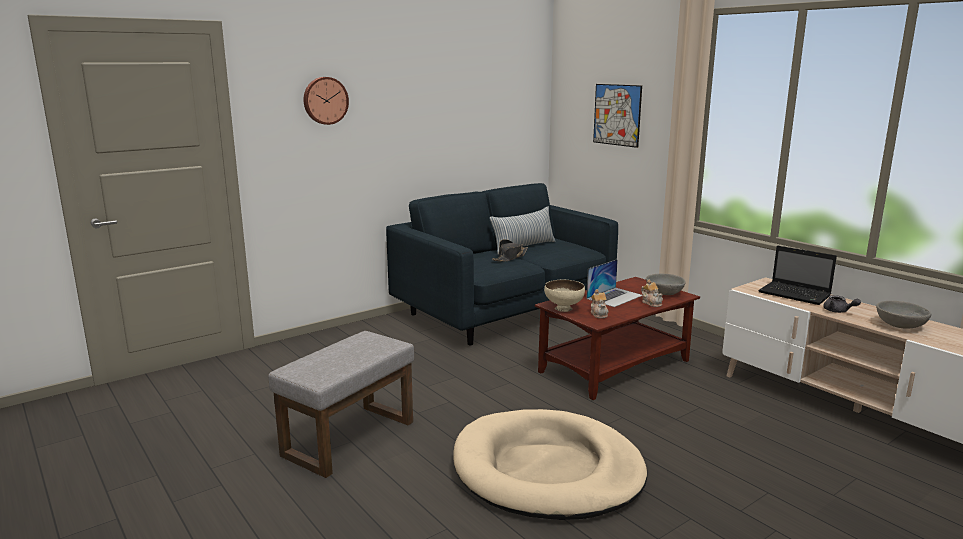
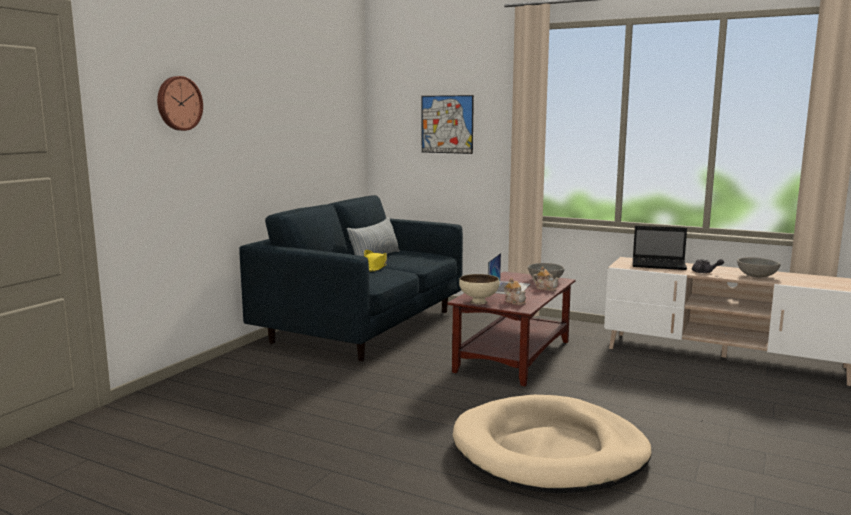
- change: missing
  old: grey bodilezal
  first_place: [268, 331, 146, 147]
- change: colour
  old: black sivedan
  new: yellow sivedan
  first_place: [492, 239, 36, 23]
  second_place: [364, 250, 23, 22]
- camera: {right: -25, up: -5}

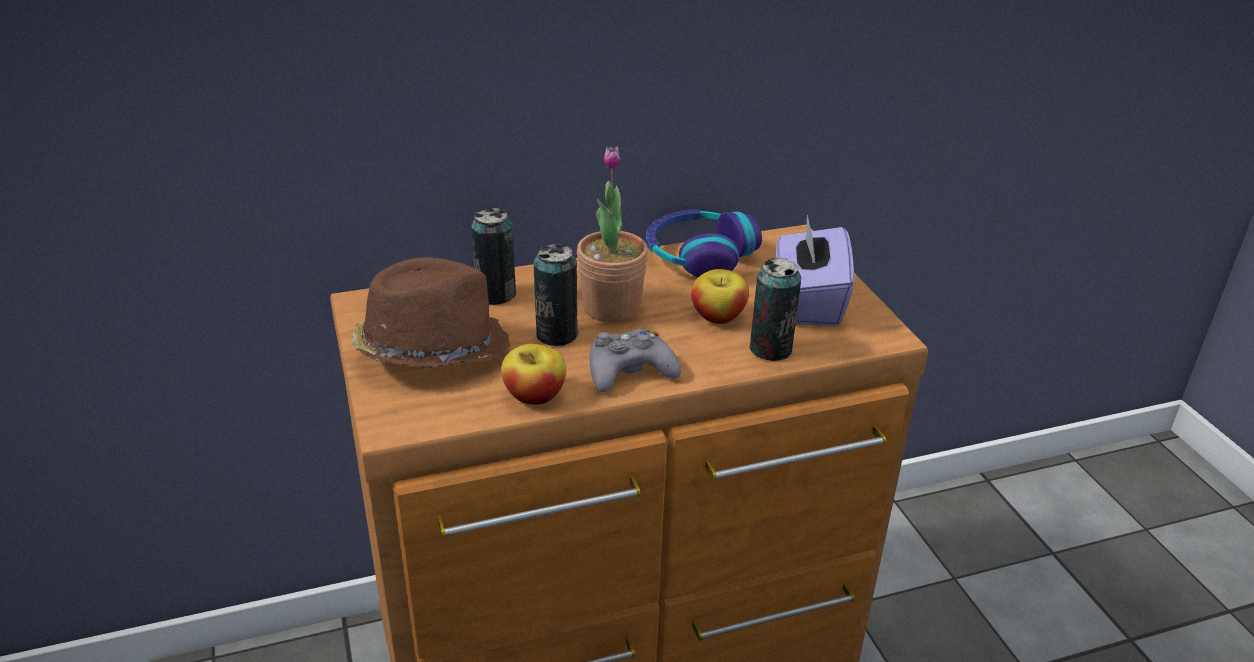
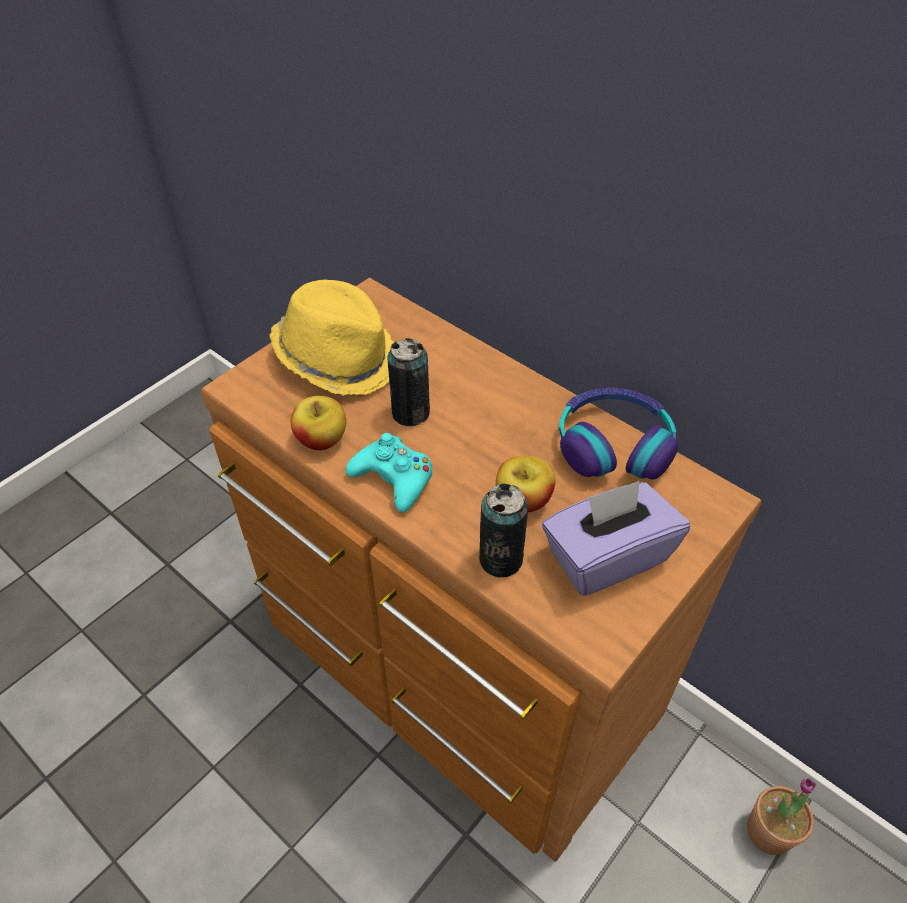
- change: missing
  old: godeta
  first_place: [471, 208, 45, 97]
- change: relocated
  old: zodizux
  first_place: [577, 146, 71, 177]
  second_place: [747, 778, 69, 77]
- change: colour
  old: brown sivedan
  new: yellow sivedan
  first_place: [351, 257, 159, 112]
  second_place: [270, 280, 124, 116]
- change: colour
  old: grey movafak
  new: turquoise movafak
  first_place: [589, 328, 92, 64]
  second_place: [346, 433, 86, 79]
- camera: {right: 60, up: 15}

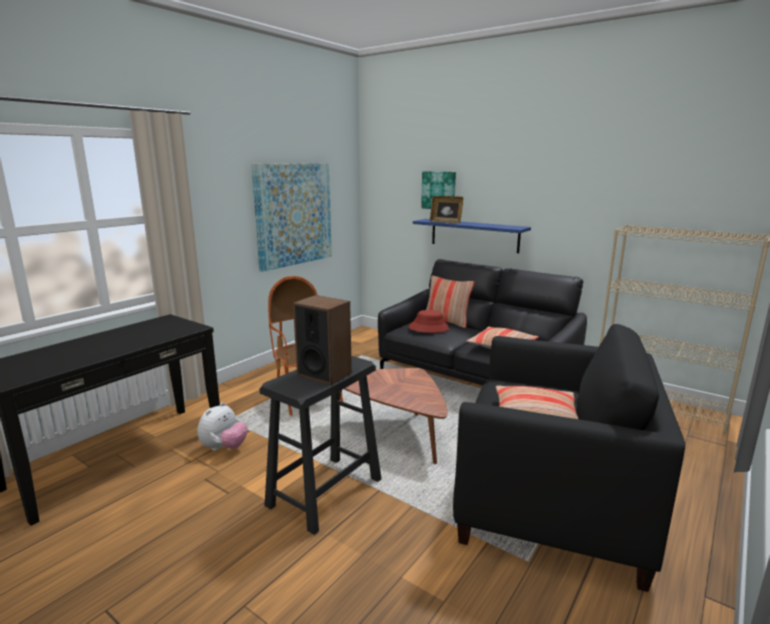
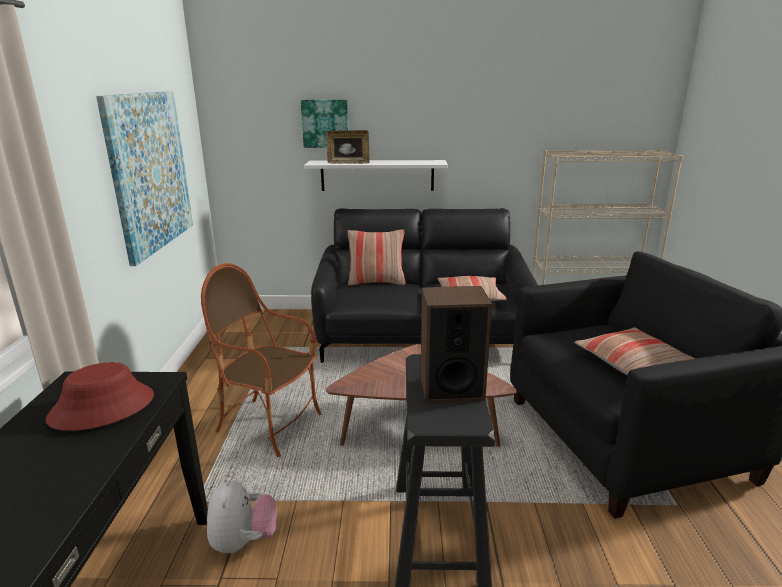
- change: relocated
  old: red sivedan
  first_place: [408, 310, 41, 23]
  second_place: [45, 362, 109, 69]
- change: colour
  old: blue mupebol
  new: white mupebol
  first_place: [413, 219, 118, 34]
  second_place: [304, 160, 144, 31]
- camera: {right: -35, up: 5}

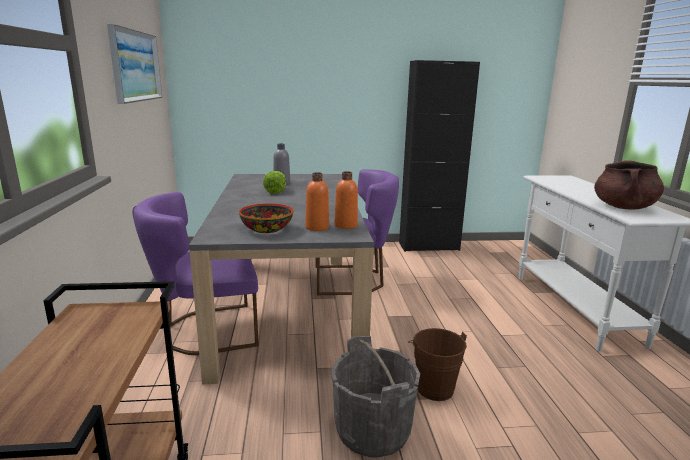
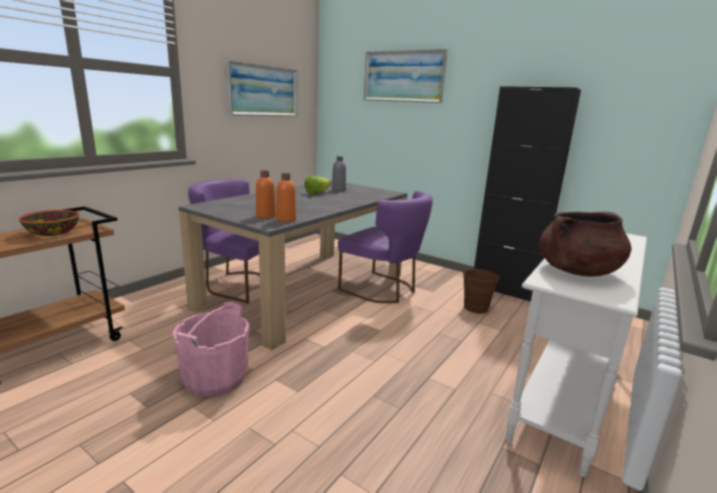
- change: appeared
  new: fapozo
  second_place: [364, 49, 84, 54]
- change: relocated
  old: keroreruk
  first_place: [239, 203, 54, 30]
  second_place: [19, 210, 60, 26]
- change: relocated
  old: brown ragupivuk
  first_place: [408, 328, 59, 73]
  second_place: [463, 268, 37, 45]
- change: colour
  old: grey ragupivuk
  new: pink ragupivuk
  first_place: [331, 336, 89, 122]
  second_place: [173, 302, 76, 95]
- camera: {right: 40, up: 0}

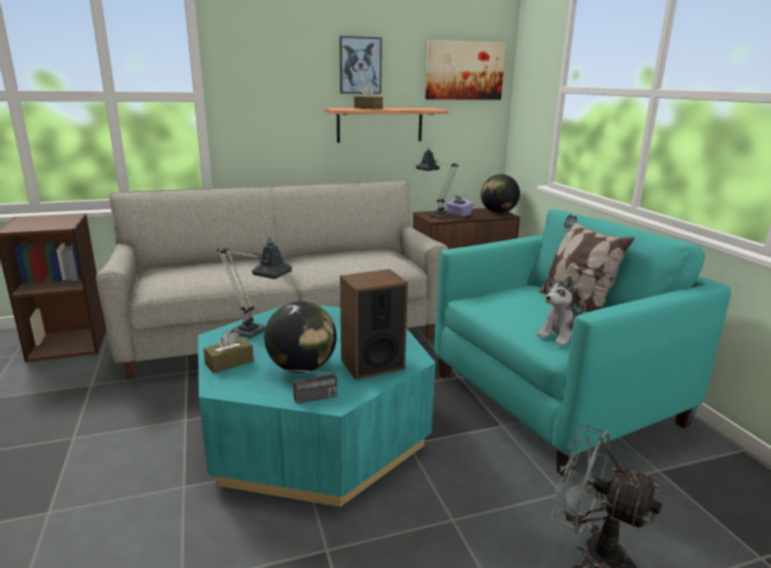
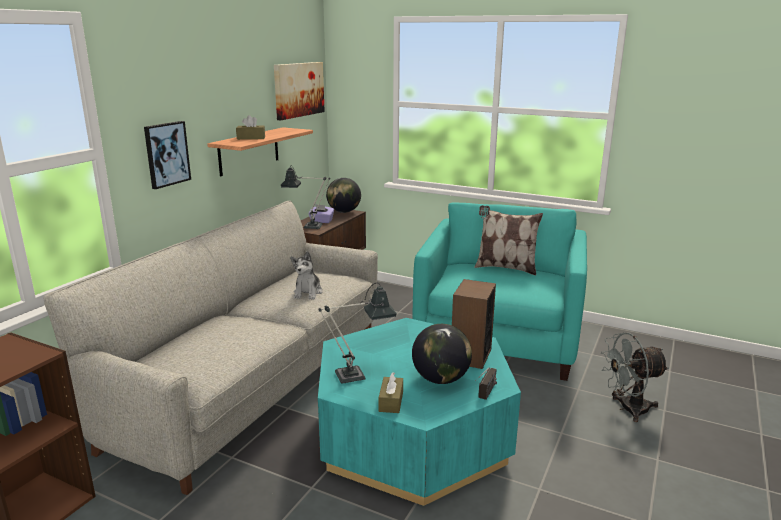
- change: relocated
  old: fapozo
  first_place: [339, 36, 43, 58]
  second_place: [144, 121, 47, 68]
- change: relocated
  old: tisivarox
  first_place: [537, 276, 48, 70]
  second_place: [290, 251, 33, 48]
- camera: {right: -45, up: 0}

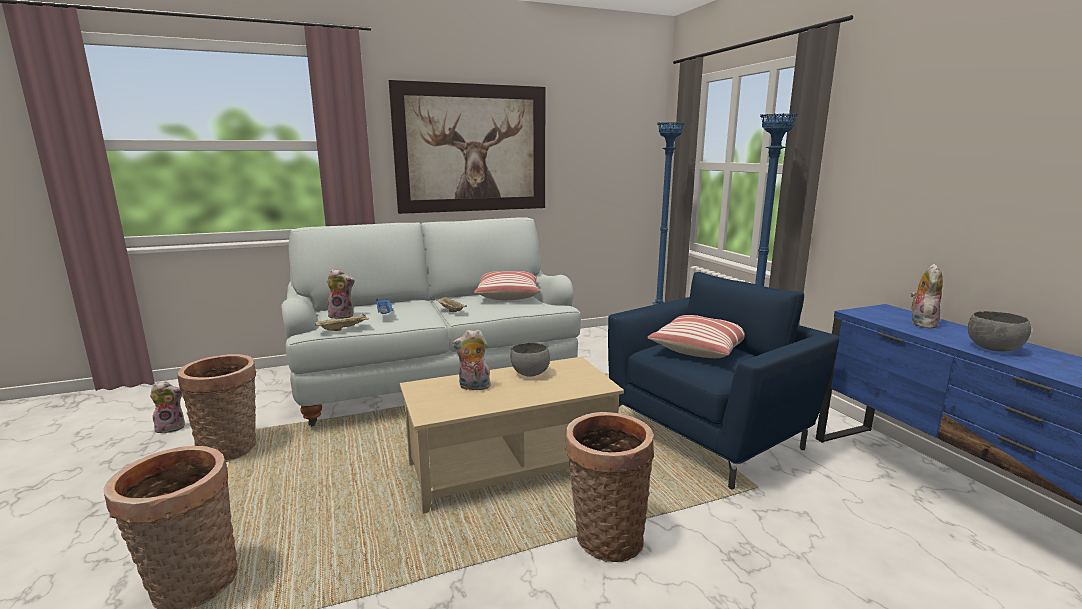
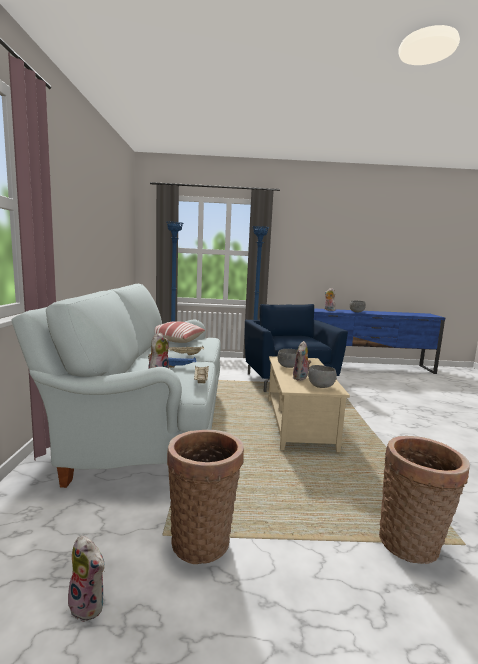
- change: missing
  old: fapozo
  first_place: [389, 80, 156, 134]
- change: missing
  old: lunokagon
  first_place: [565, 412, 89, 150]
- change: missing
  old: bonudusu
  first_place: [647, 315, 98, 43]
- change: appeared
  new: grey keroreruk
  second_place: [308, 365, 29, 23]
- change: spun
  old: tisivarox
  first_place: [150, 381, 35, 52]
  second_place: [68, 535, 37, 87]
  degrees: 120
- camera: {right: -70, up: -5}

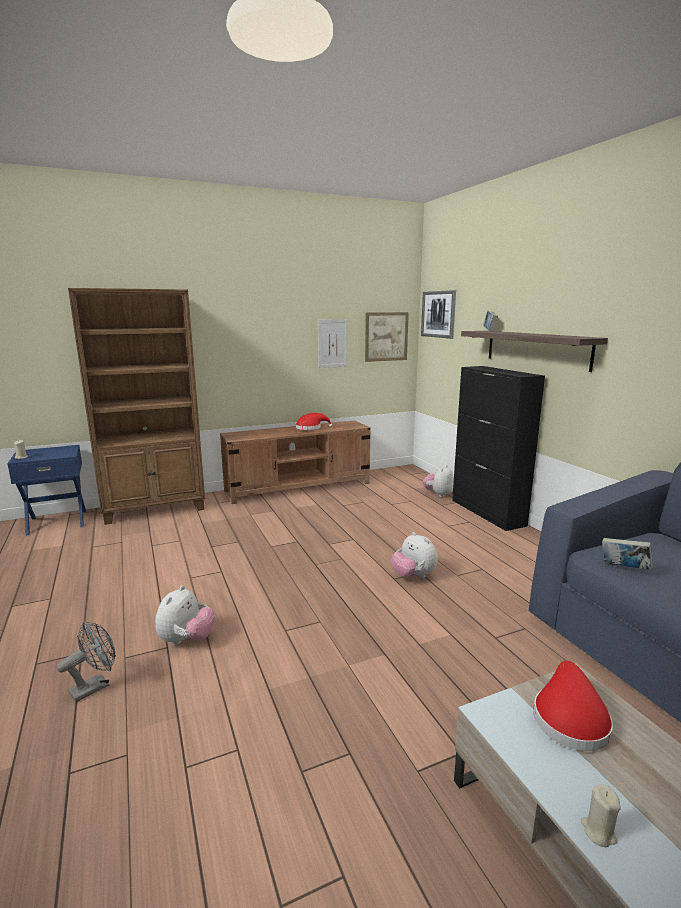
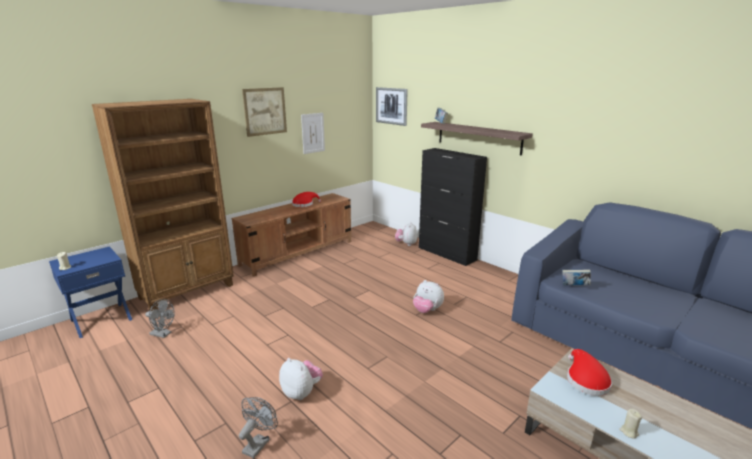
- change: appeared
  new: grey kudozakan
  second_place: [145, 299, 30, 39]
- change: relocated
  old: fapozo
  first_place: [365, 312, 44, 50]
  second_place: [242, 87, 45, 50]
- change: spun
  old: tisivarox
  first_place: [155, 585, 60, 60]
  second_place: [279, 358, 44, 42]
  degrees: -45
- camera: {right: -20, up: 5}

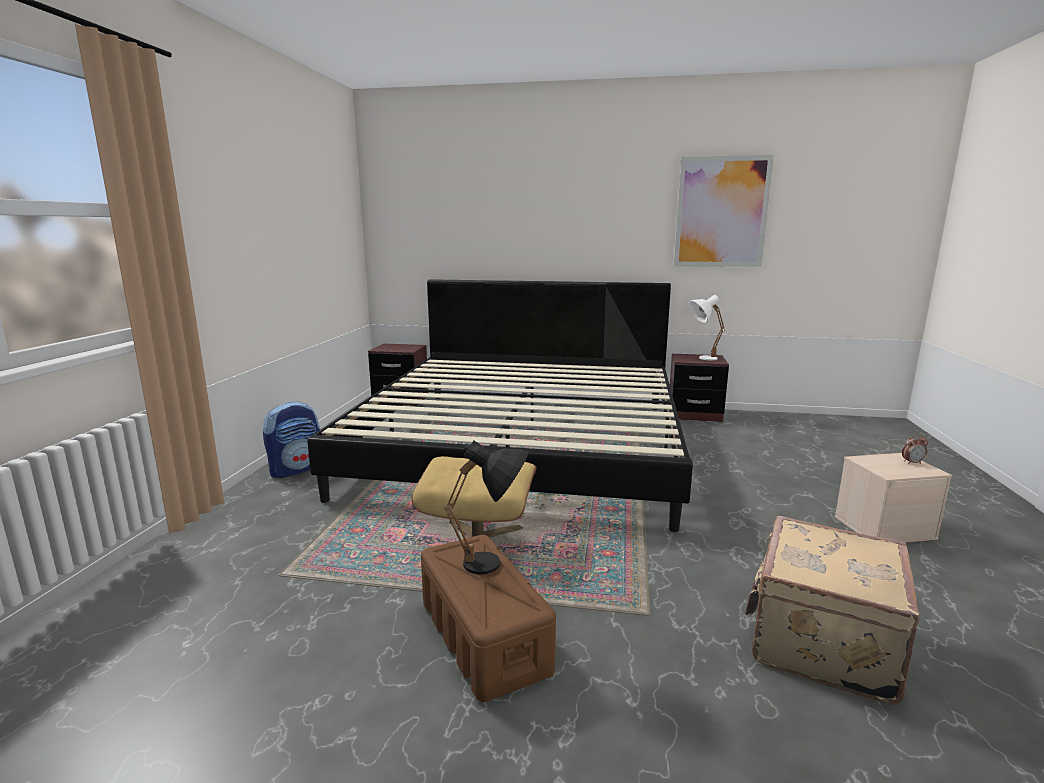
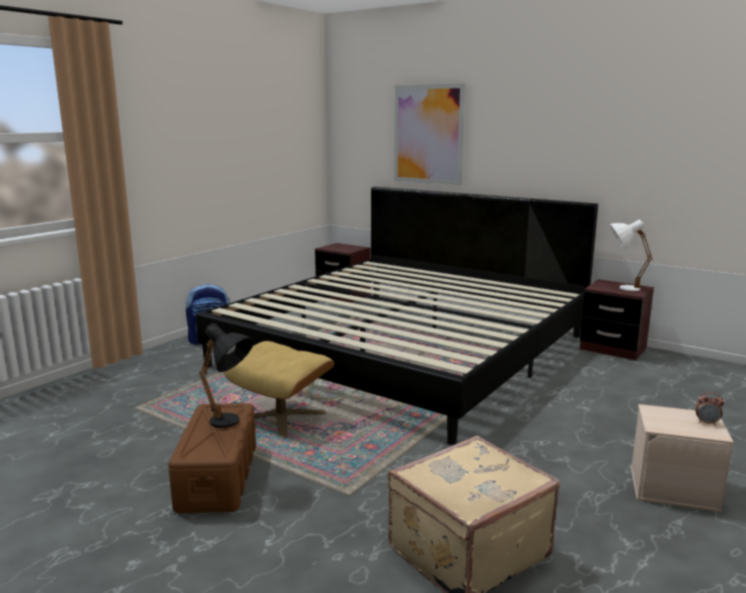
- change: relocated
  old: fapozo
  first_place: [674, 155, 100, 112]
  second_place: [394, 83, 72, 102]
- camera: {right: 25, up: 0}

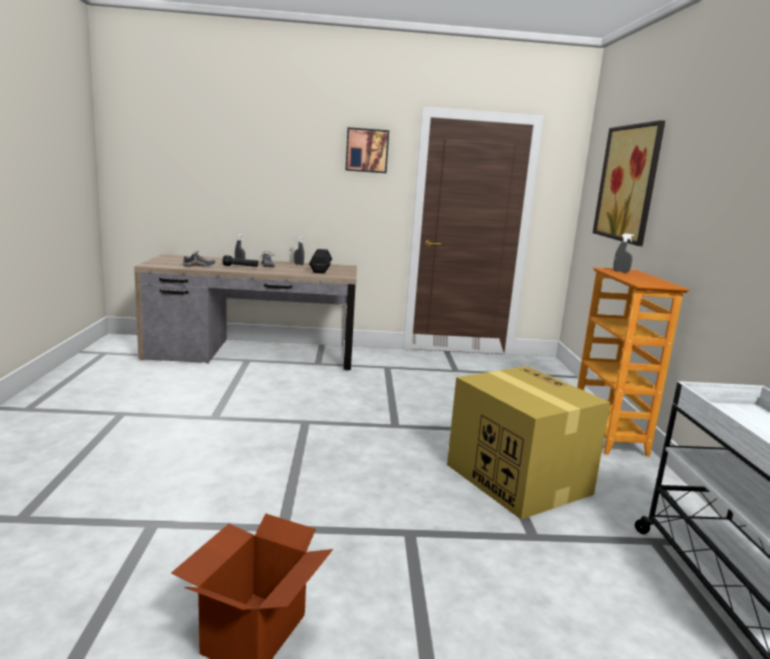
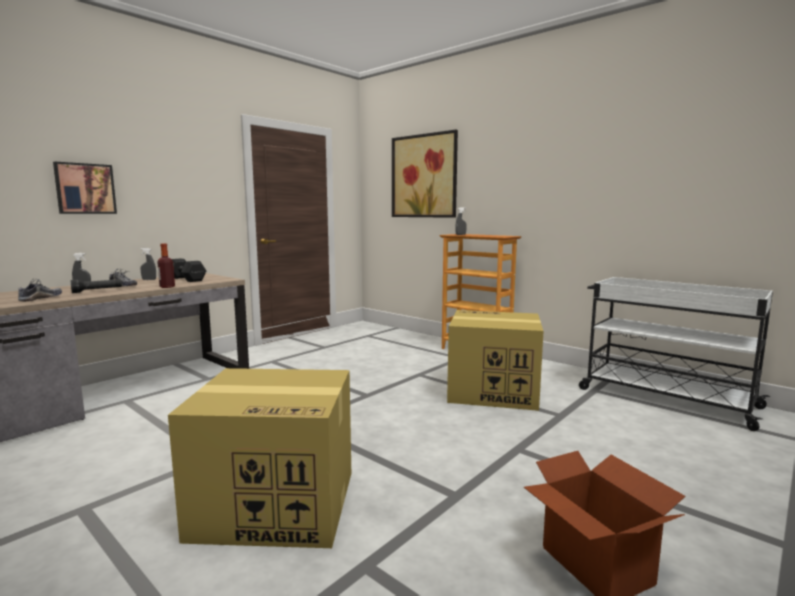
- change: appeared
  new: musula
  second_place: [157, 243, 18, 45]
- change: appeared
  new: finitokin
  second_place: [168, 368, 183, 180]
- change: relocated
  old: fapozo
  first_place: [346, 127, 43, 46]
  second_place: [53, 162, 64, 52]
- camera: {right: -45, up: -5}

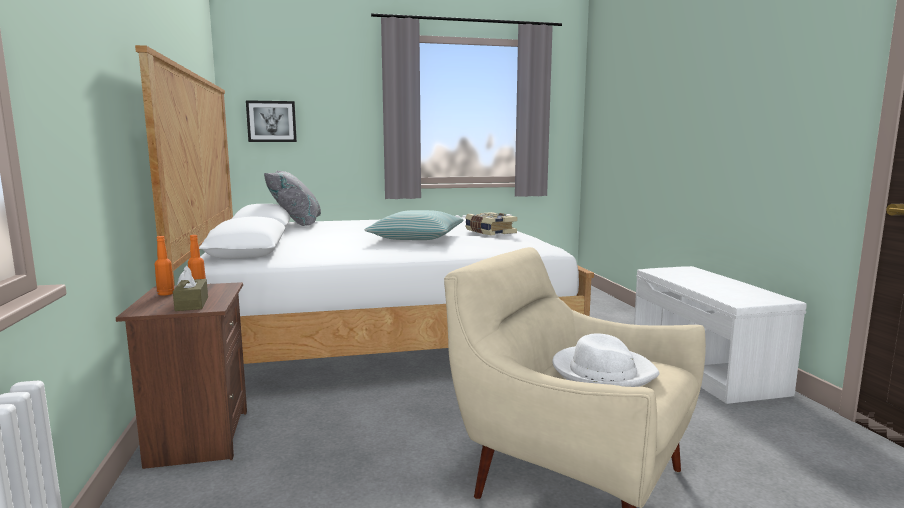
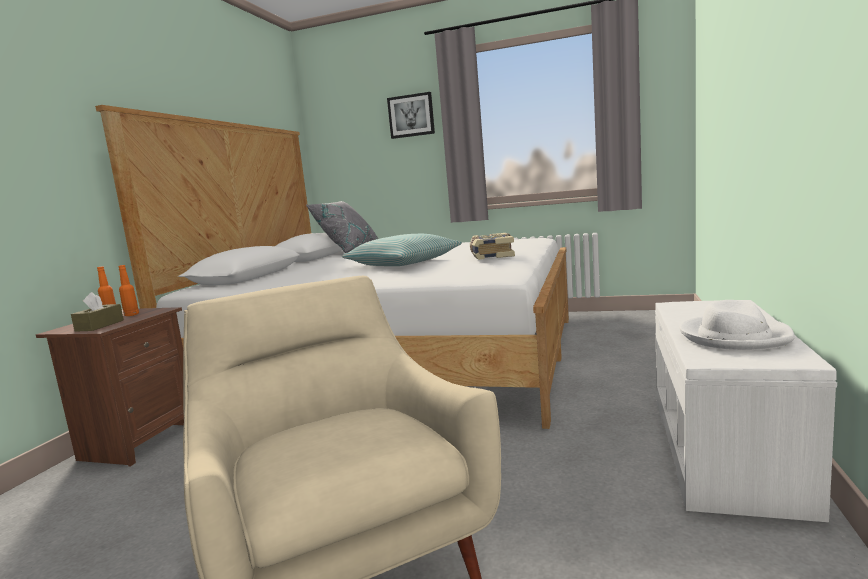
- change: relocated
  old: fapozo
  first_place: [246, 100, 51, 42]
  second_place: [387, 92, 48, 47]
- change: relocated
  old: white sivedan
  first_place: [552, 333, 107, 54]
  second_place: [679, 300, 116, 50]
- camera: {right: 30, up: 0}

